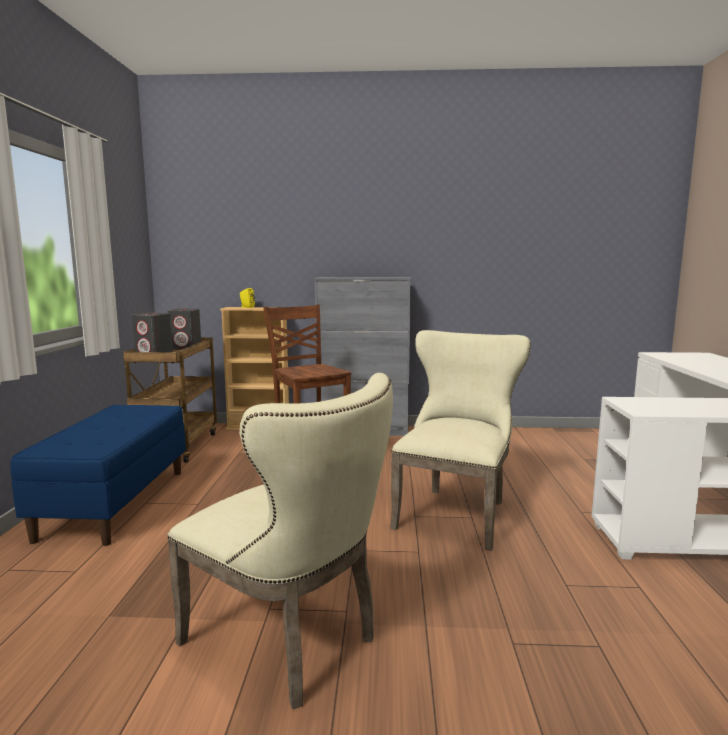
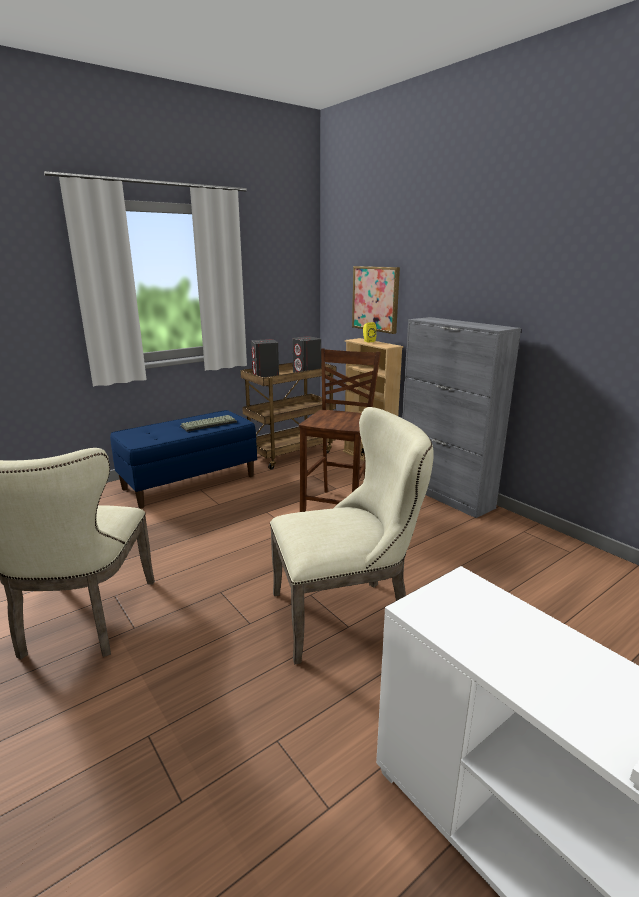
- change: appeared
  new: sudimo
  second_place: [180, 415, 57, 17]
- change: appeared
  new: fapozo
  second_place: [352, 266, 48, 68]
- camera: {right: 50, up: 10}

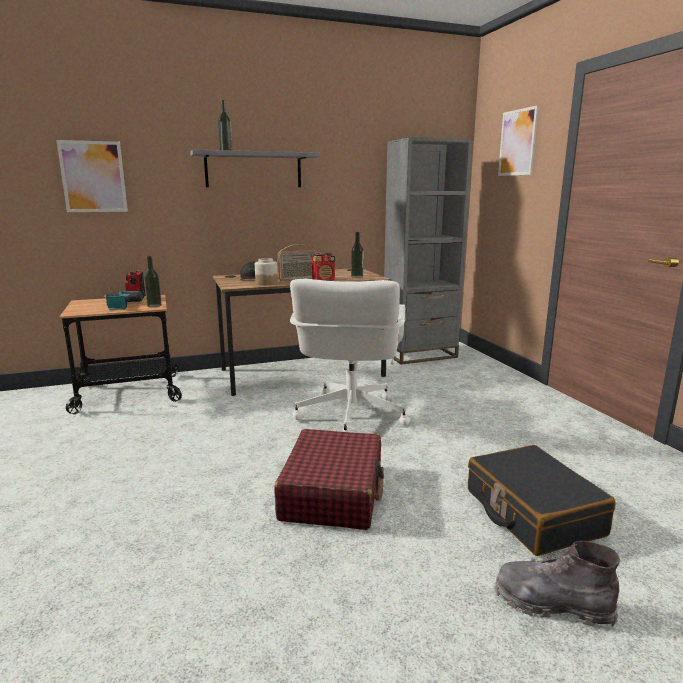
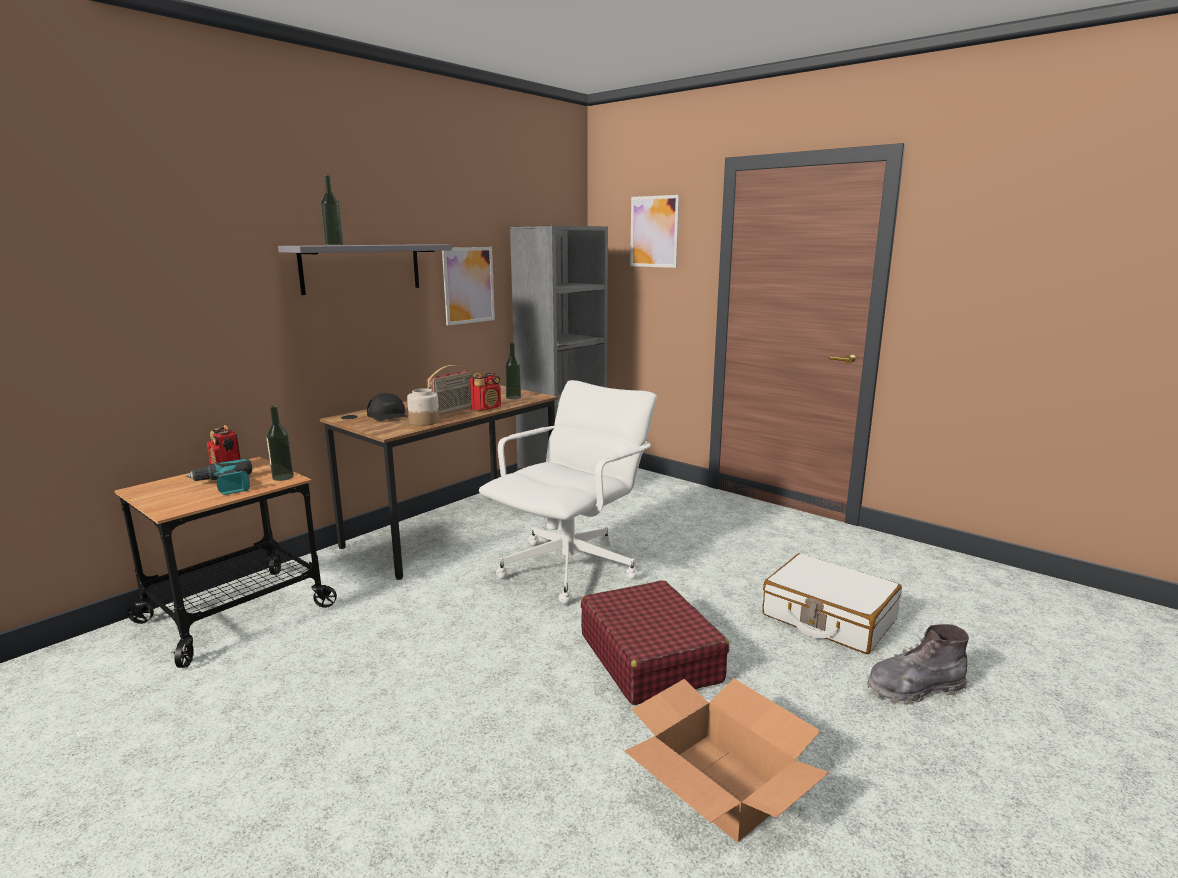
- change: appeared
  new: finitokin
  second_place: [625, 678, 205, 164]
- change: relocated
  old: fapozo
  first_place: [56, 140, 72, 72]
  second_place: [442, 247, 53, 78]
- change: colour
  old: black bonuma
  new: white bonuma
  first_place: [468, 445, 148, 111]
  second_place: [762, 553, 140, 101]
- change: spun
  old: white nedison
  first_place: [290, 279, 120, 153]
  second_place: [479, 380, 178, 224]
  degrees: -120
- camera: {right: -30, up: 0}

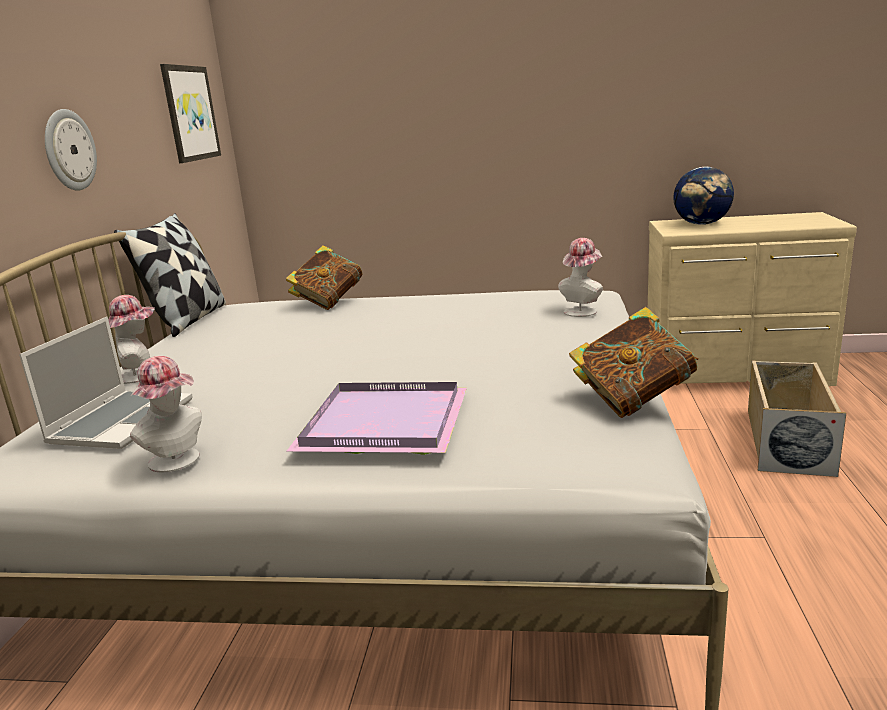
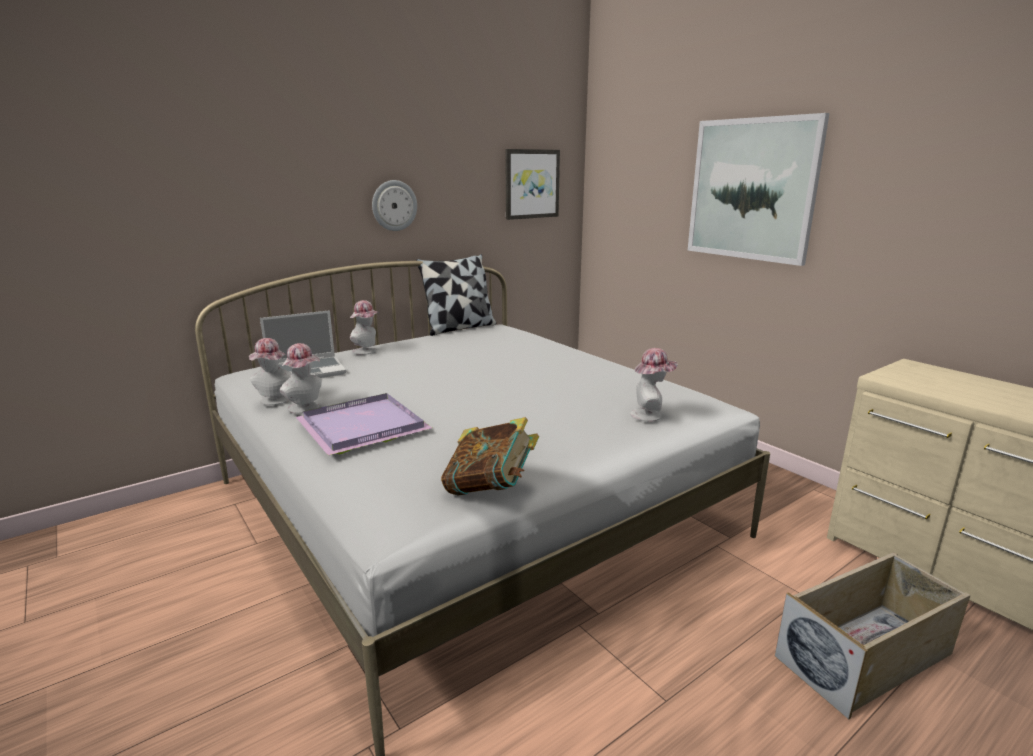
- change: missing
  old: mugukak
  first_place: [286, 245, 77, 65]
- change: missing
  old: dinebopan
  first_place: [673, 167, 61, 58]
- change: appeared
  new: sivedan
  second_place: [280, 343, 42, 71]
- change: appeared
  new: fapozo
  second_place: [688, 113, 142, 153]
- camera: {right: 45, up: 0}

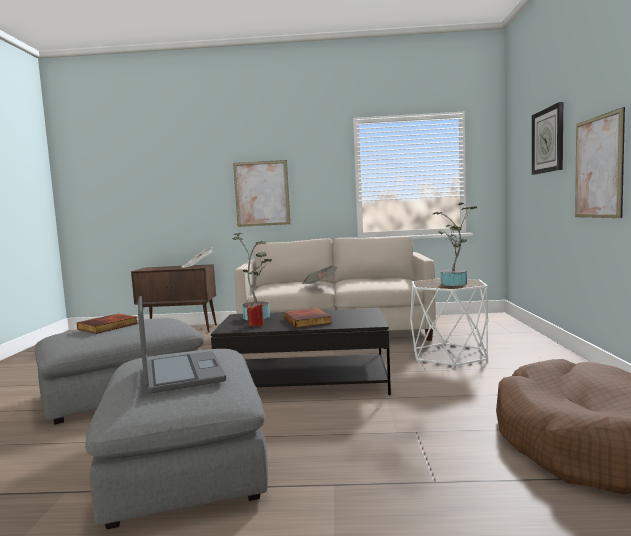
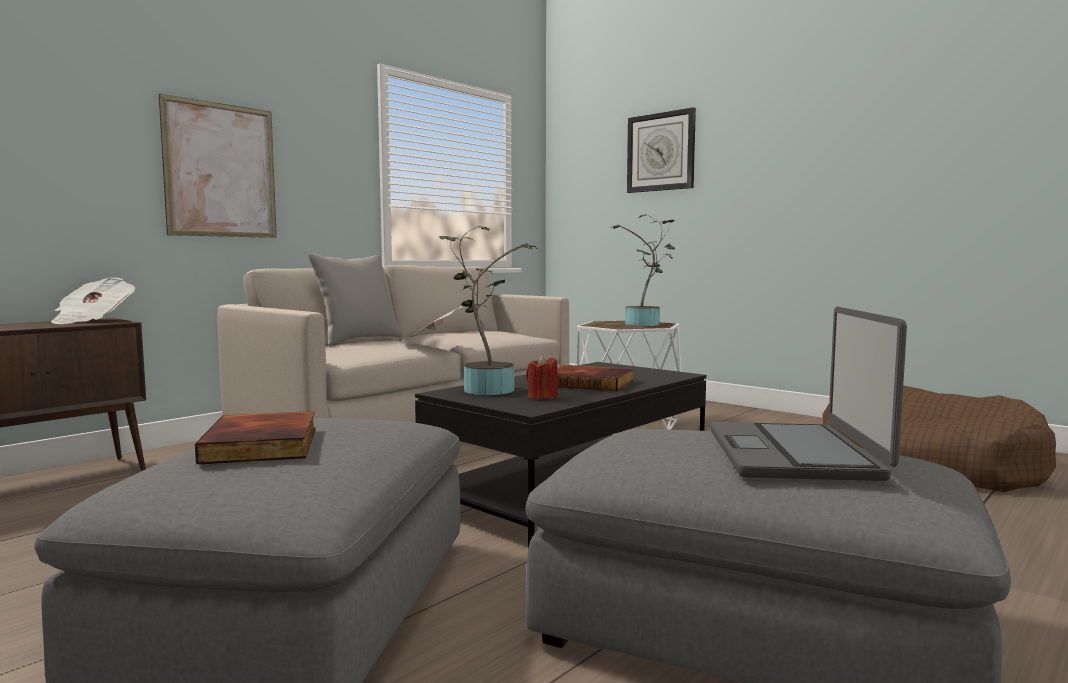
- change: missing
  old: fapozo
  first_place: [575, 107, 50, 111]
- change: appeared
  new: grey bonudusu
  second_place: [308, 253, 94, 93]
- change: spun
  old: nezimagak
  first_place: [138, 296, 88, 97]
  second_place: [710, 306, 197, 175]
  degrees: -105
- camera: {right: -50, up: 0}

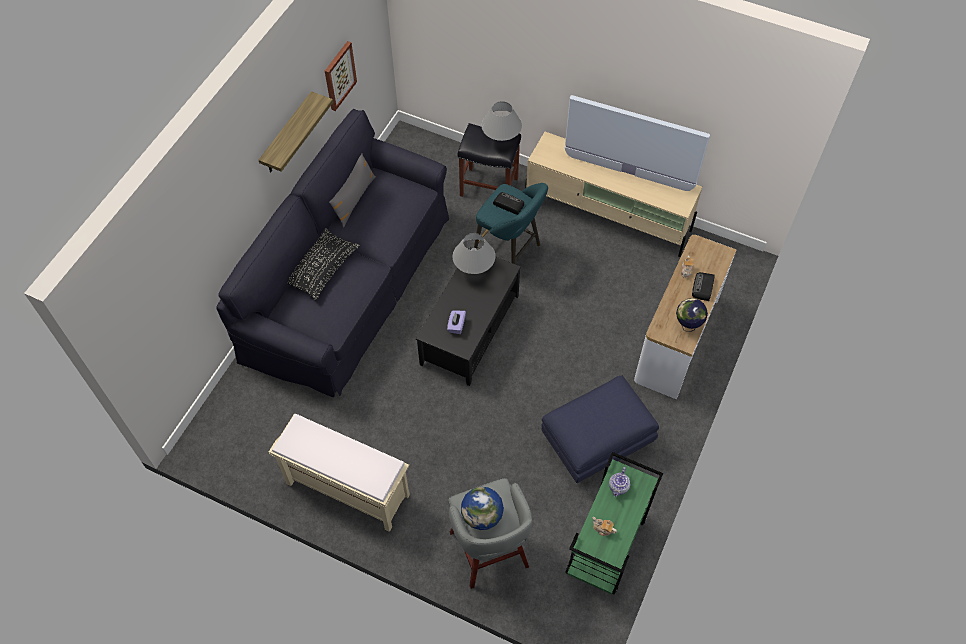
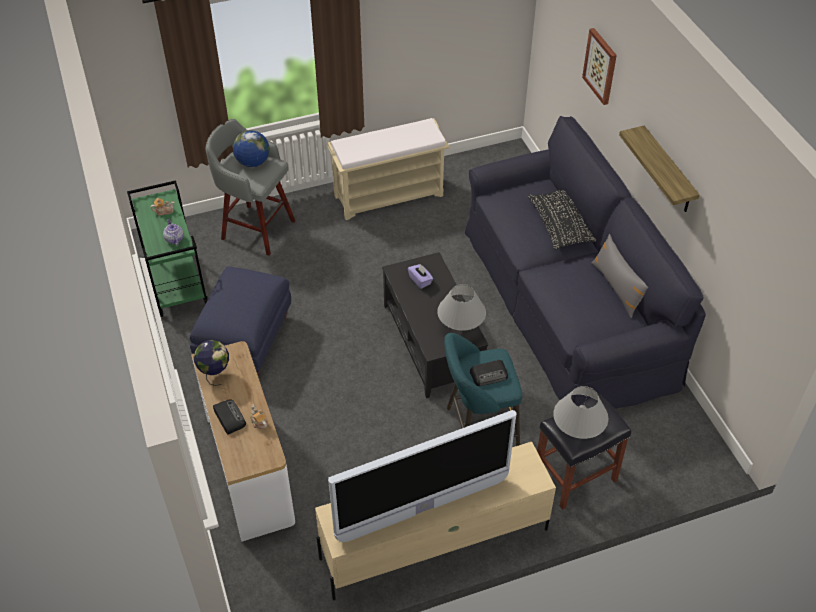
- change: relocated
  old: fapozo
  first_place: [325, 41, 32, 70]
  second_place: [582, 28, 35, 77]
- camera: {right: 135, up: -10}

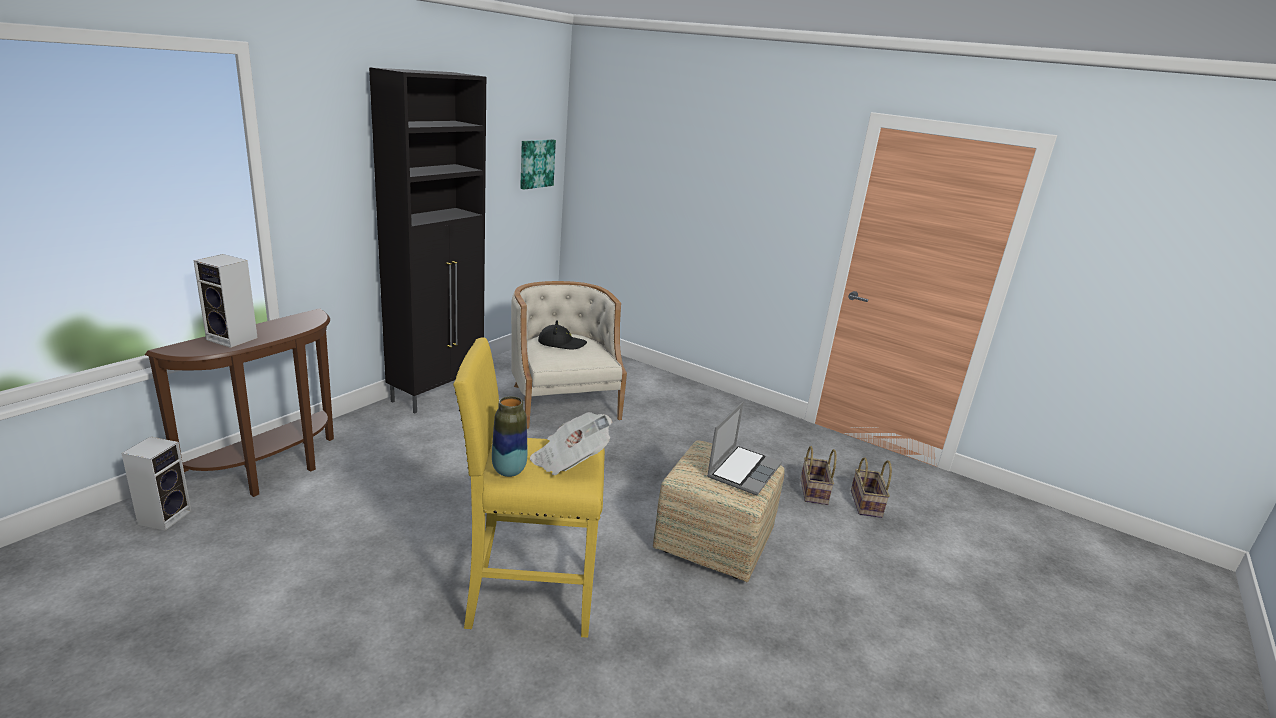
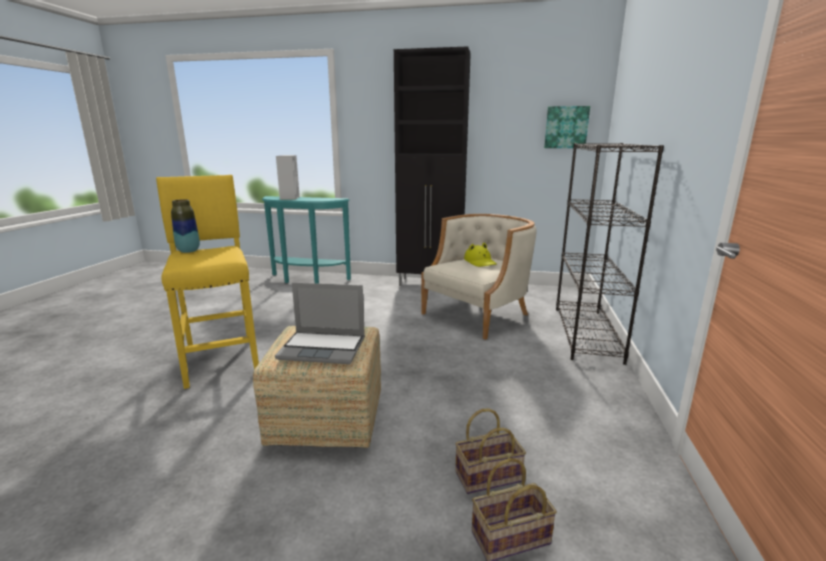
- change: missing
  old: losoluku
  first_place: [121, 437, 70, 94]
- change: missing
  old: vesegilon
  first_place: [530, 412, 82, 63]
- change: appeared
  new: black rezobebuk
  second_place: [556, 143, 108, 222]
- change: colour
  old: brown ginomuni
  new: turquoise ginomuni
  first_place: [145, 308, 189, 189]
  second_place: [262, 196, 89, 88]
- change: colour
  old: black sivedan
  new: yellow sivedan
  first_place: [538, 320, 49, 29]
  second_place: [464, 243, 33, 24]
- camera: {right: 70, up: -5}

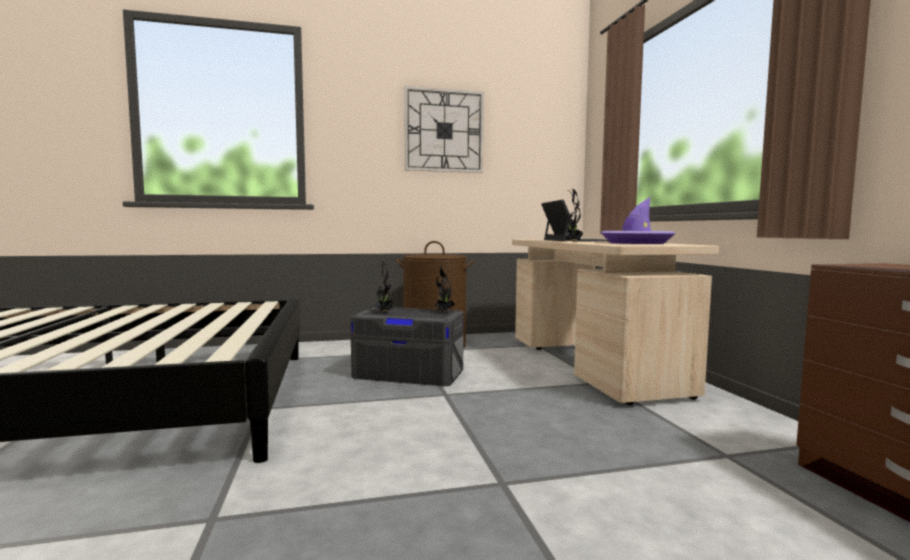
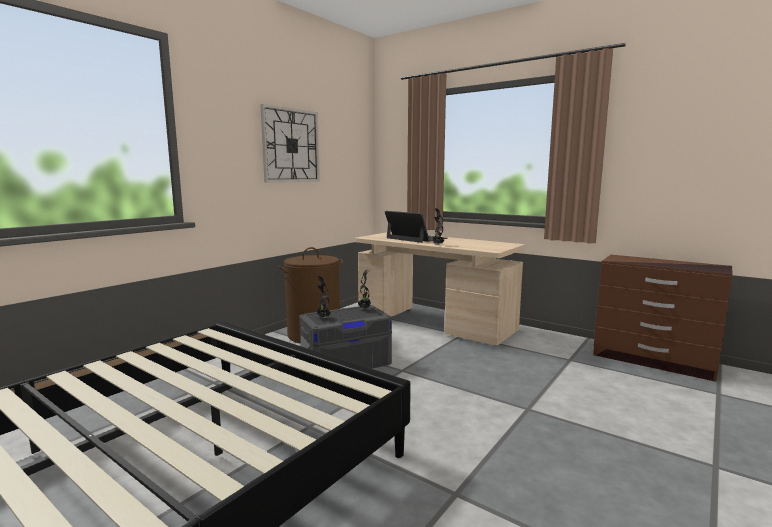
- change: missing
  old: purple sivedan
  first_place: [601, 197, 75, 47]
- camera: {right: -40, up: 5}

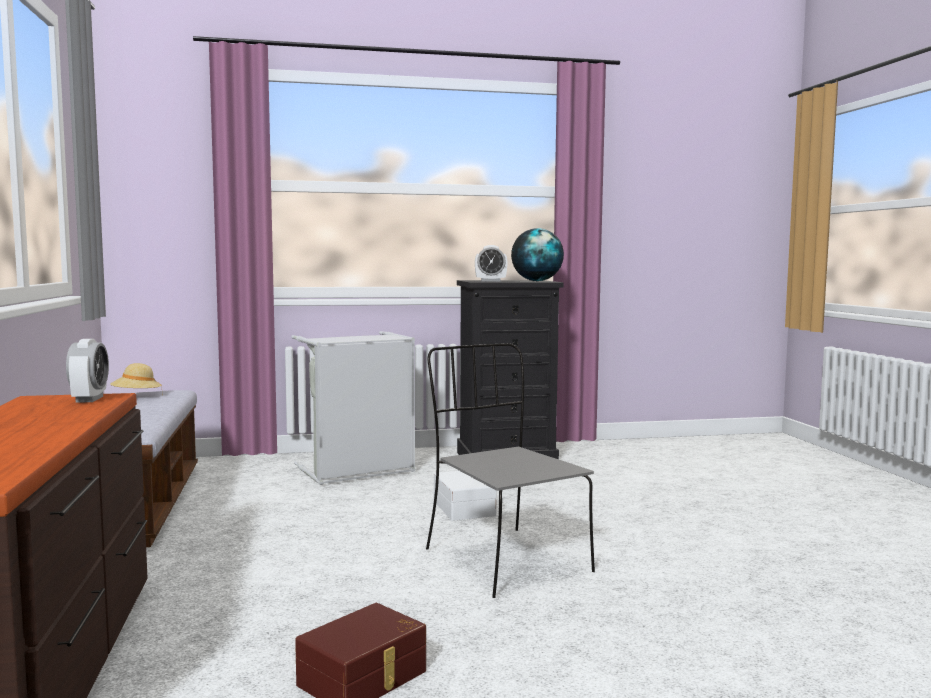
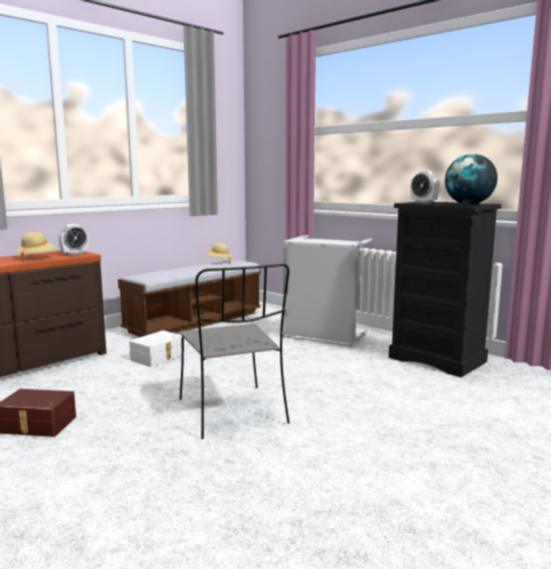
- change: appeared
  new: beige sivedan
  second_place: [15, 232, 41, 29]
- change: relocated
  old: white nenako
  first_place: [434, 471, 63, 50]
  second_place: [129, 330, 56, 37]
- change: spun
  old: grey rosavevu
  first_place: [426, 343, 169, 255]
  second_place: [180, 264, 110, 175]
  degrees: 135
- camera: {right: 55, up: 5}

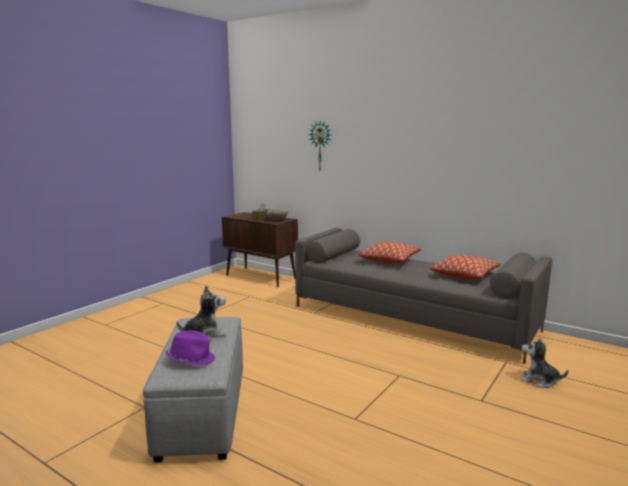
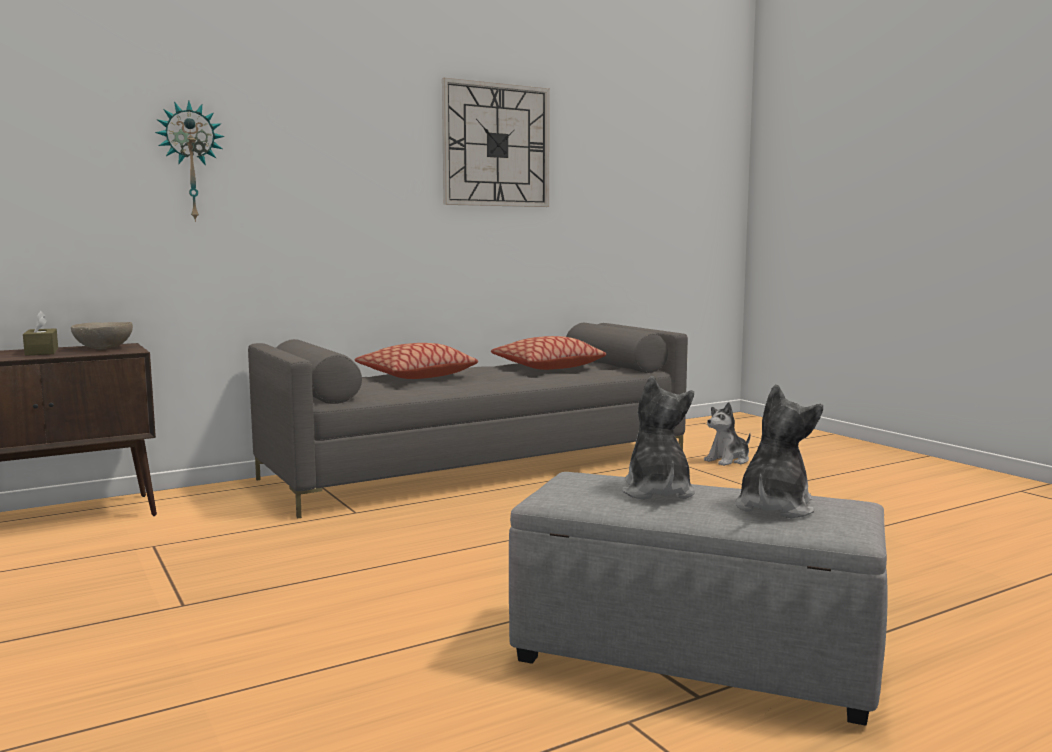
- change: appeared
  new: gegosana
  second_place: [442, 78, 108, 129]
- change: exchanged
  old: purple sivedan
  new: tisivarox
  first_place: [165, 330, 50, 36]
  second_place: [735, 384, 88, 134]
- camera: {right: -65, up: -5}

